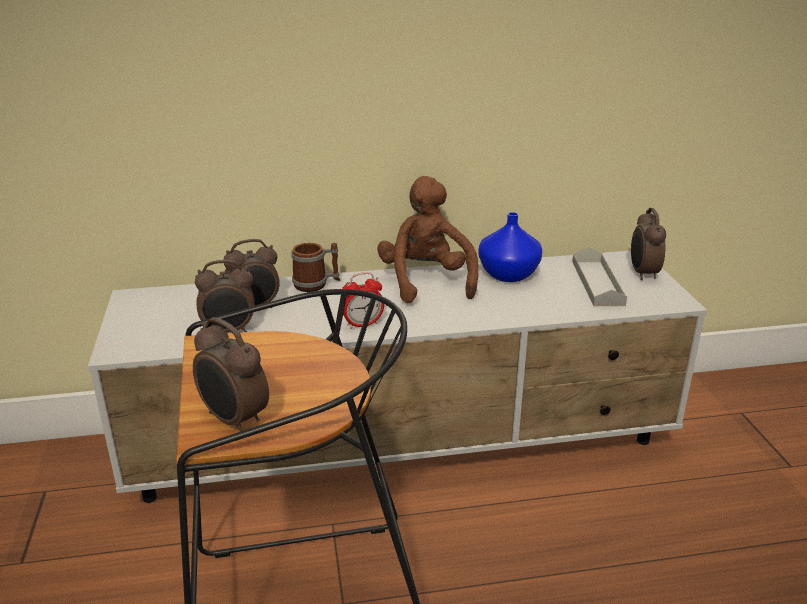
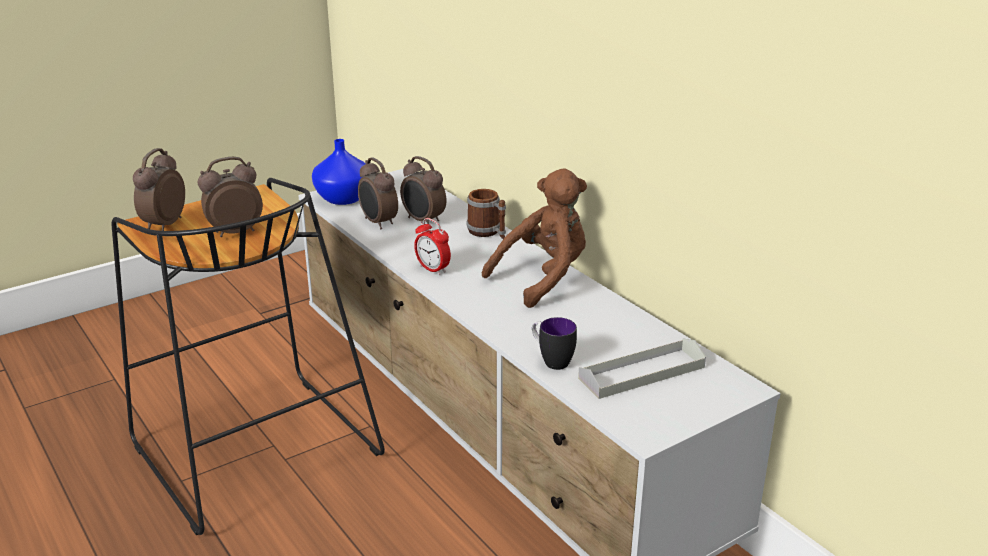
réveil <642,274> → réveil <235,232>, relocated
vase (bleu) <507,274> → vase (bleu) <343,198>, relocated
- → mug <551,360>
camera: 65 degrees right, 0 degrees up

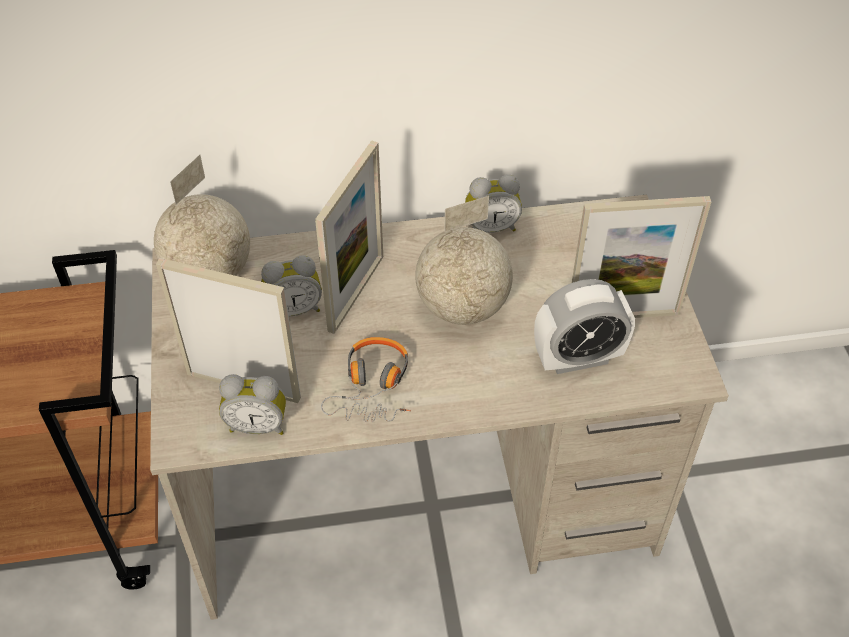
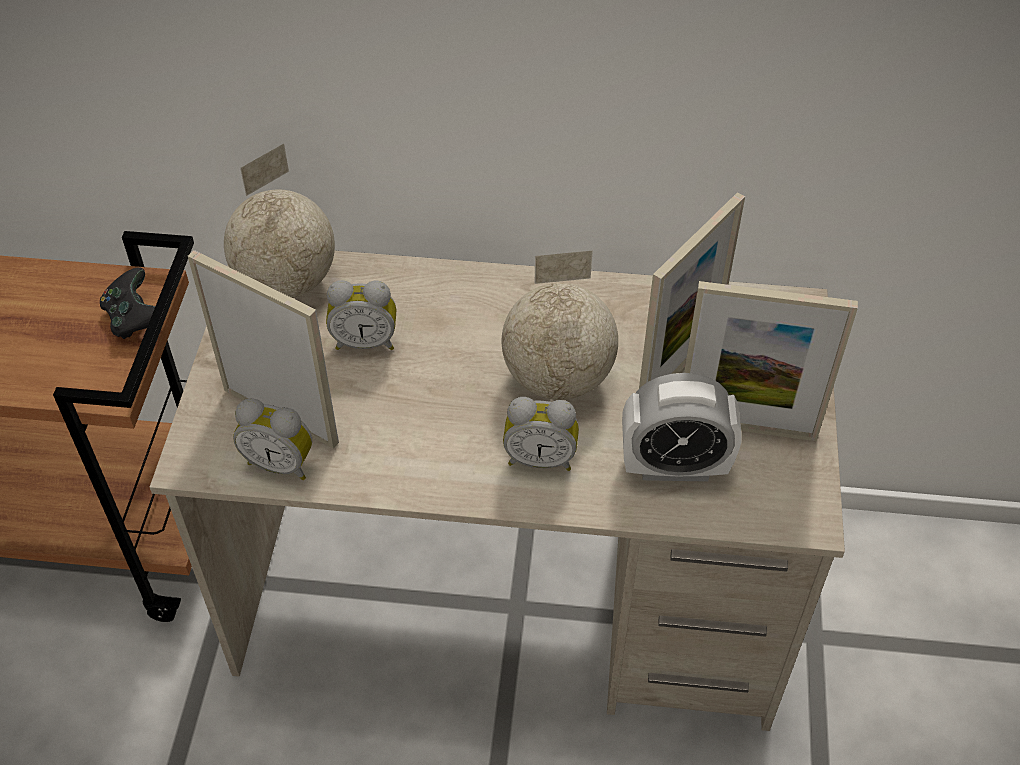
cadre photo <356,293> → cadre photo <678,369>, relocated
réveil <491,227> → réveil <540,458>, relocated
casque audio <373,387> → -
- → manette (noir) <135,318>
camera: 15 degrees right, 0 degrees up

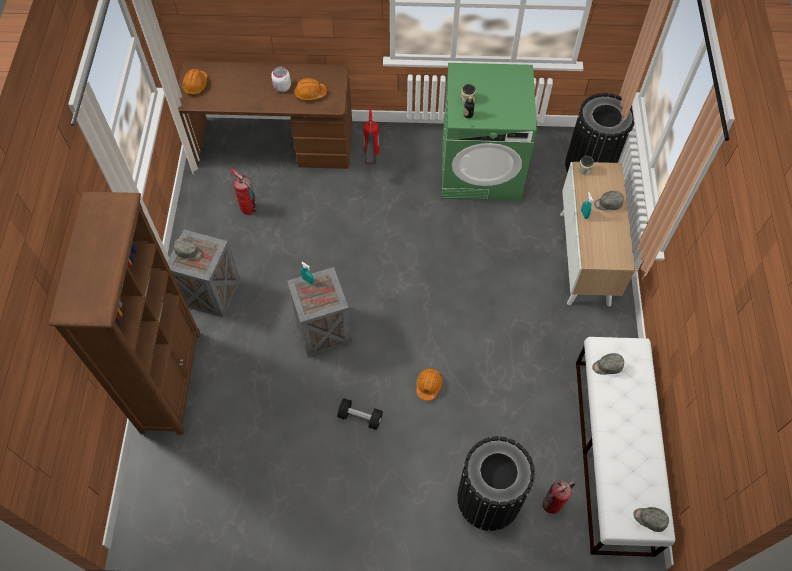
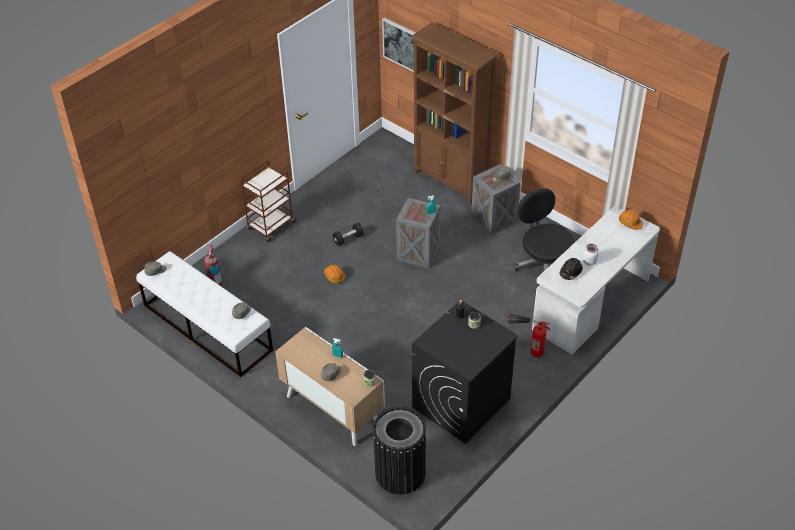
bureau (marron) <274,144> → bureau (blanc) <591,304>
lave-linge (vert) <481,169> → lave-linge (noir) <461,403>
casque de chantier (orange) <310,93> → casque de chantier (noir) <570,272>
extincteur <248,209> → chaise de bureau (noir) <543,264>
poubelle (noir) <489,499> → -
- → tableau <401,44>
- → chariot (marron) <271,226>
camera: 130 degrees right, 15 degrees down

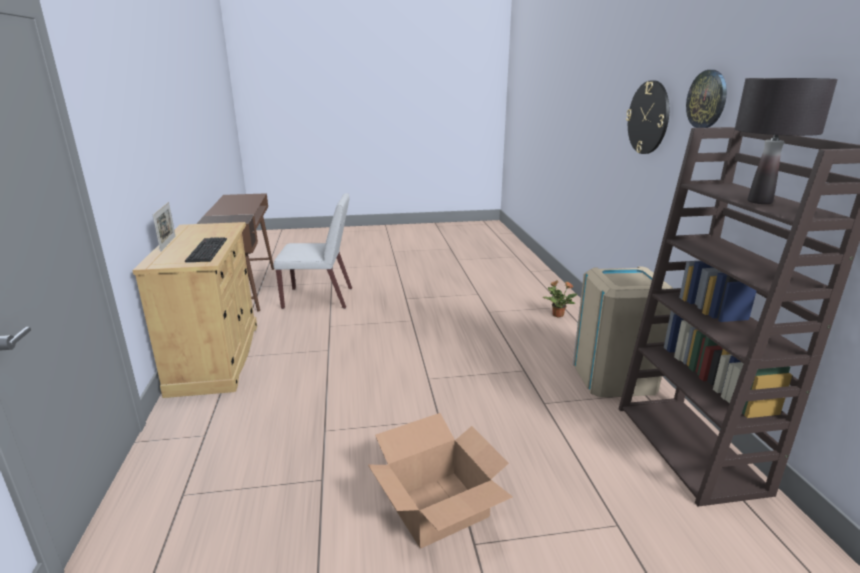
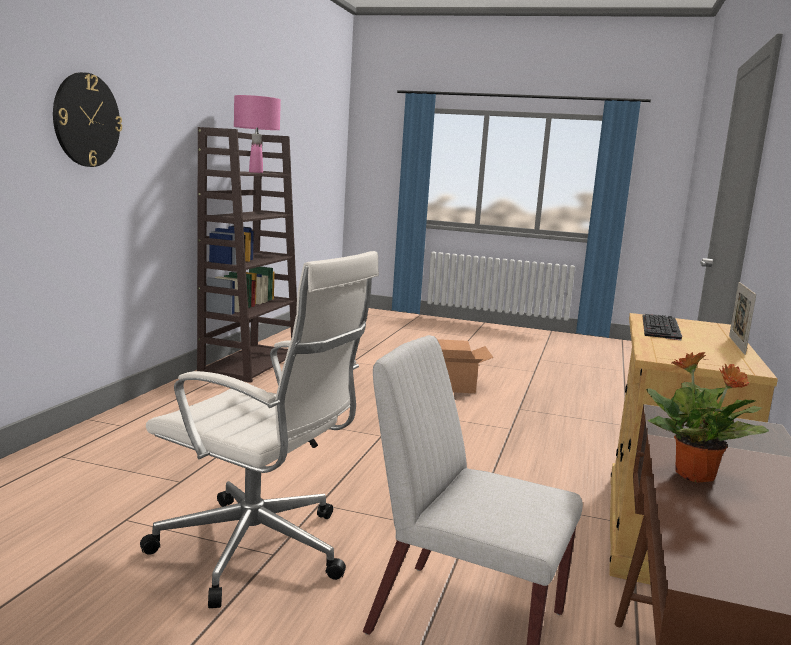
horloge murale <707,99> → -
lampe de table (noir) <760,202> → lampe de table (rose) <256,172>
poubelle (beige) <613,377> → -
plante en pot <557,315> → plante en pot <695,476>, relocated
- → chaise de bureau (blanc) <258,551>
camera: 155 degrees left, 10 degrees down

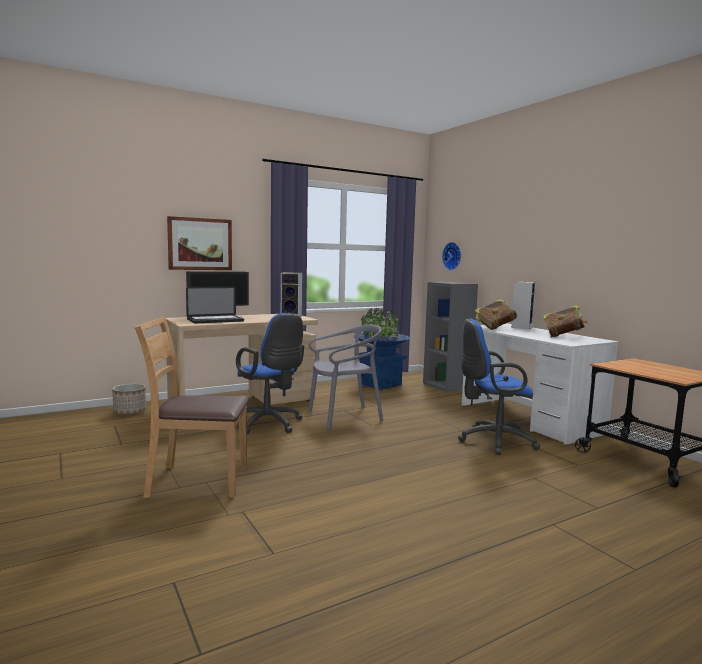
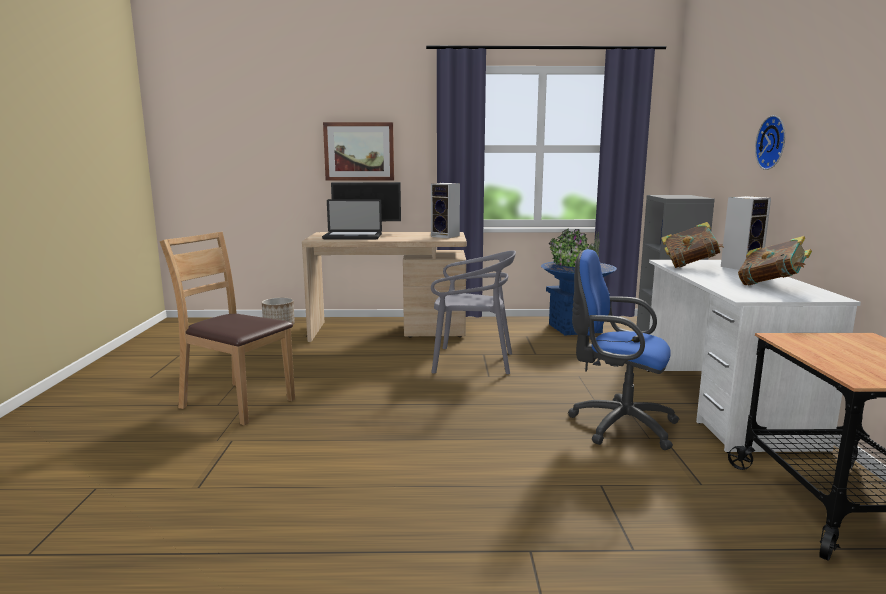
horloge murale <453,256> → horloge murale <774,142>, relocated
chaise de bureau (bleu) <269,424> → -
camera: 30 degrees right, 5 degrees up

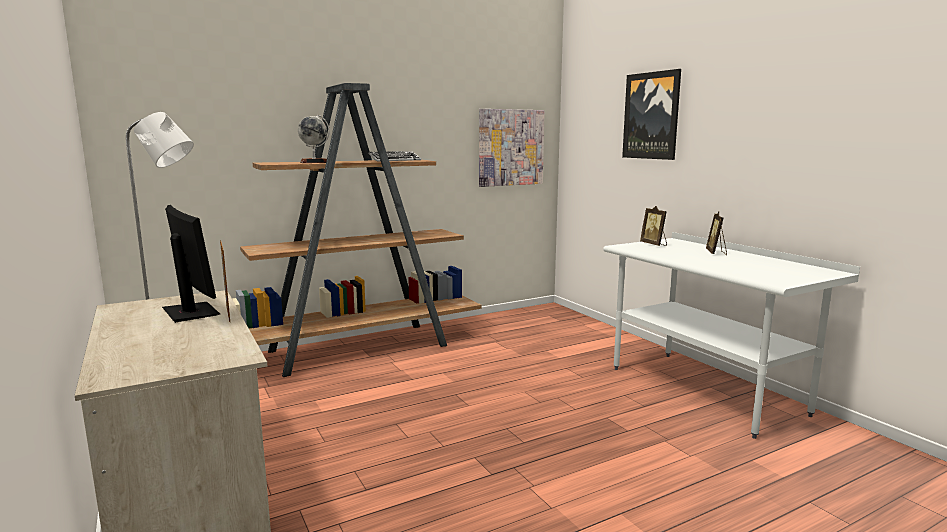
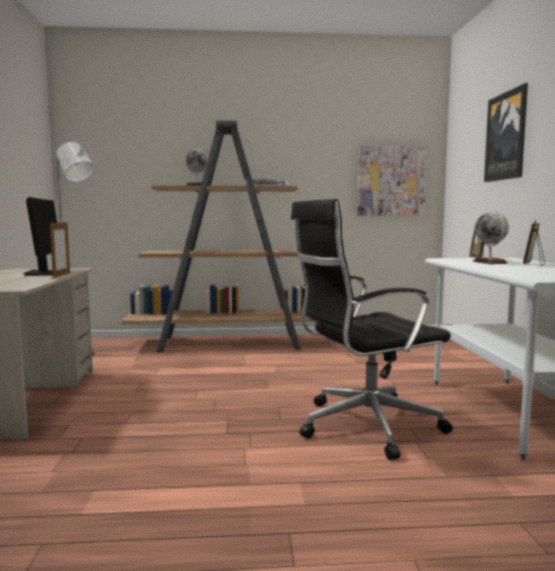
- → chaise de bureau (noir) <364,426>
- → globe <489,262>
camera: 25 degrees right, 5 degrees down

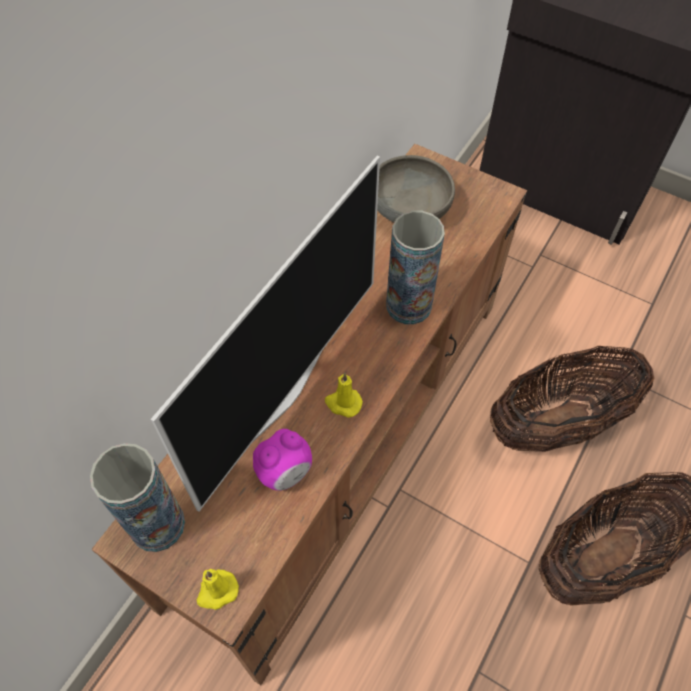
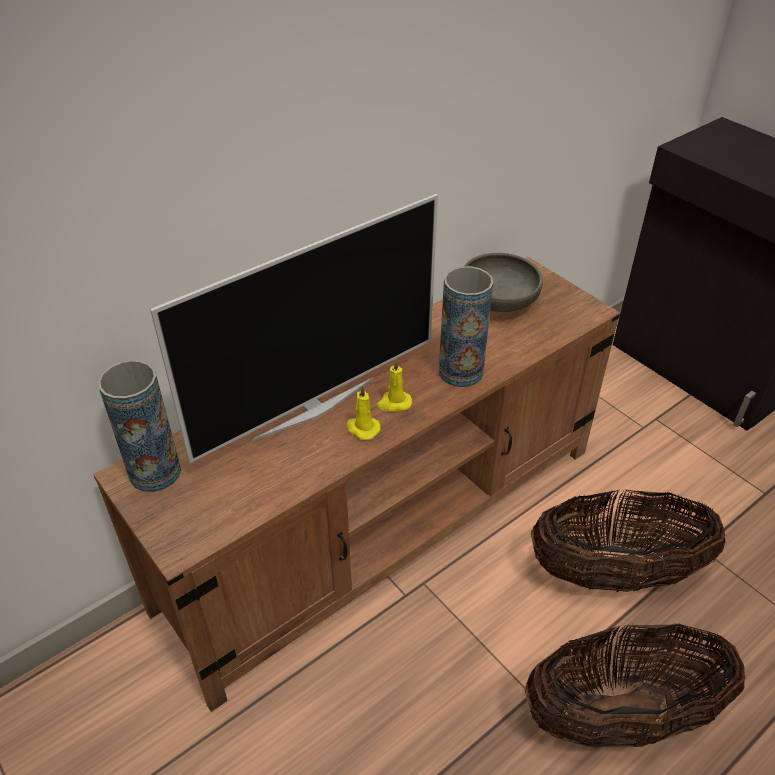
réveil <285,473> → -
bougie (jaune) <217,591> → bougie (jaune) <394,403>, relocated
camera: 20 degrees right, 15 degrees down

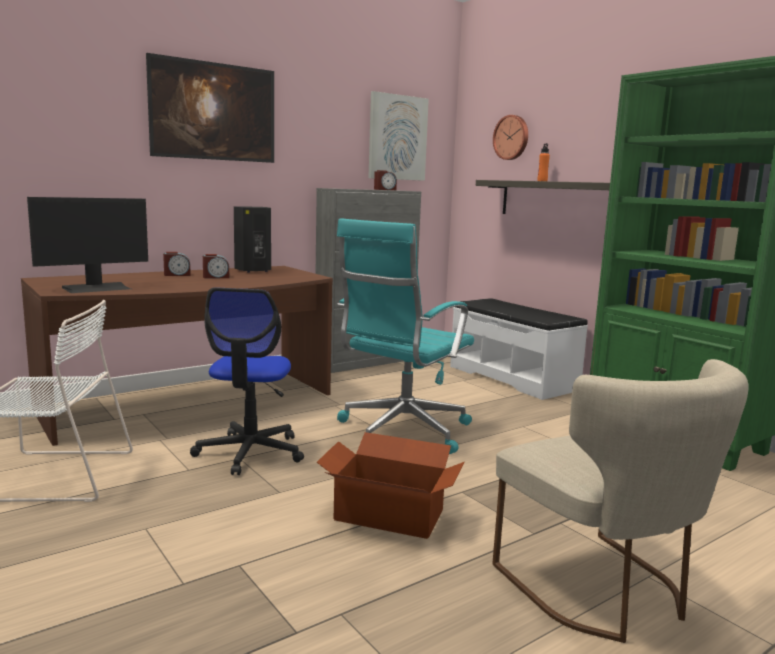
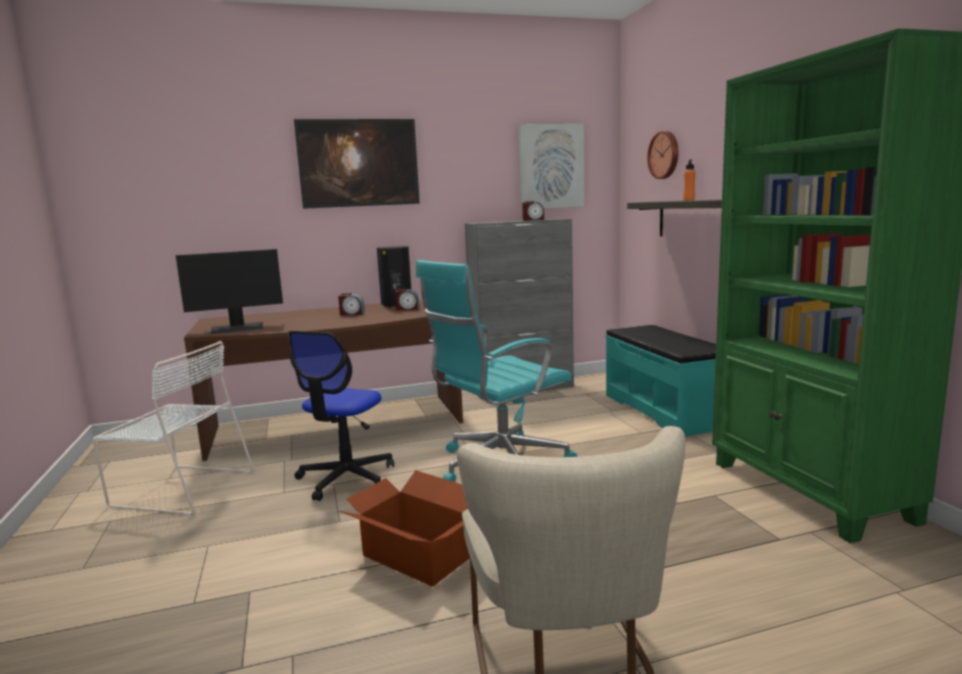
réveil <177,275> → réveil <407,309>, relocated
banc (blanc) <512,378> → banc (turquoise) <665,410>
camera: 20 degrees right, 0 degrees up

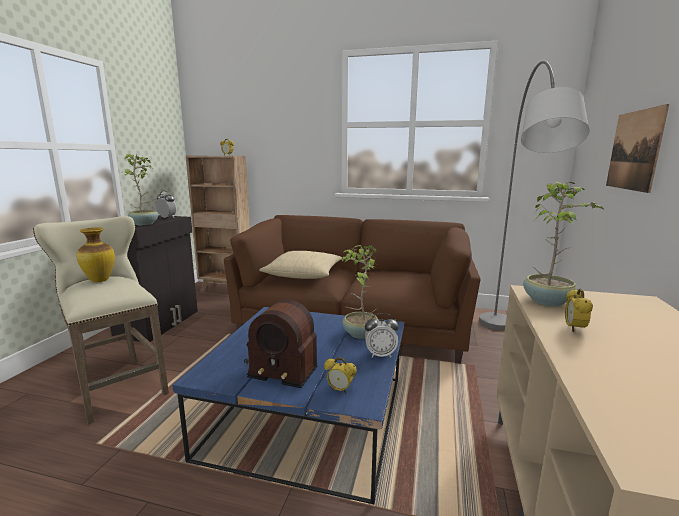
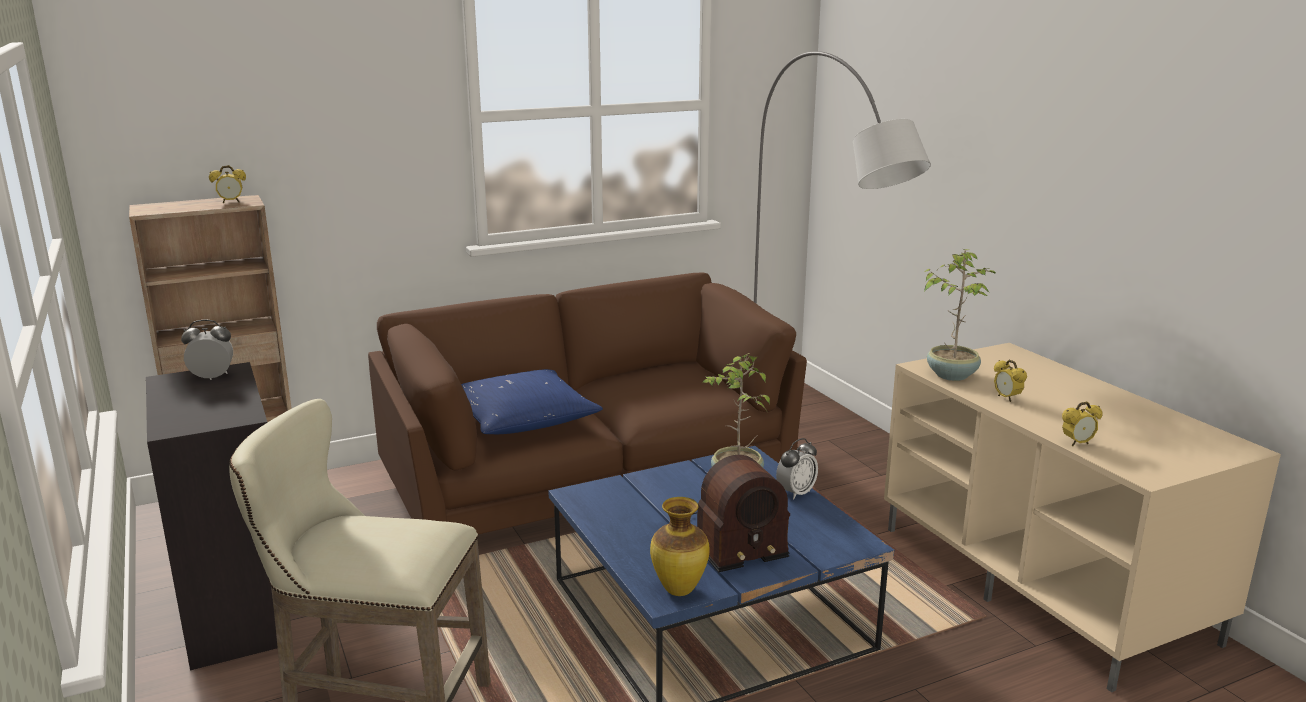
tableau <634,150> → -
plante en pot <145,224> → -
vase <99,280> → vase <678,590>, relocated
coussin (beige) <303,274> → coussin (bleu) <523,419>
réveil <340,390> → réveil <1077,443>, relocated
camera: 40 degrees left, 5 degrees up

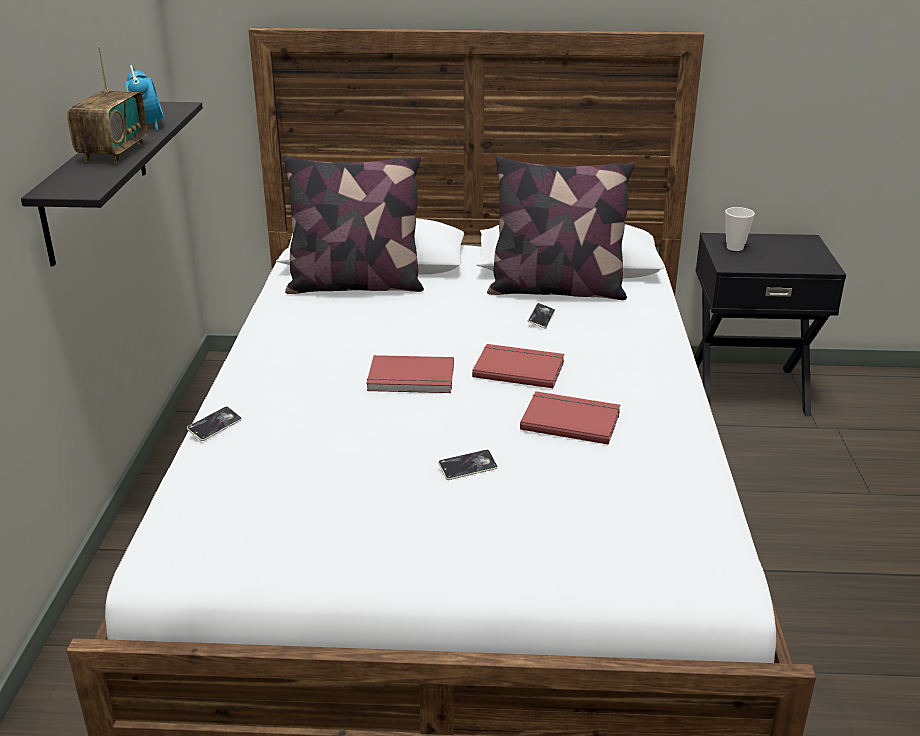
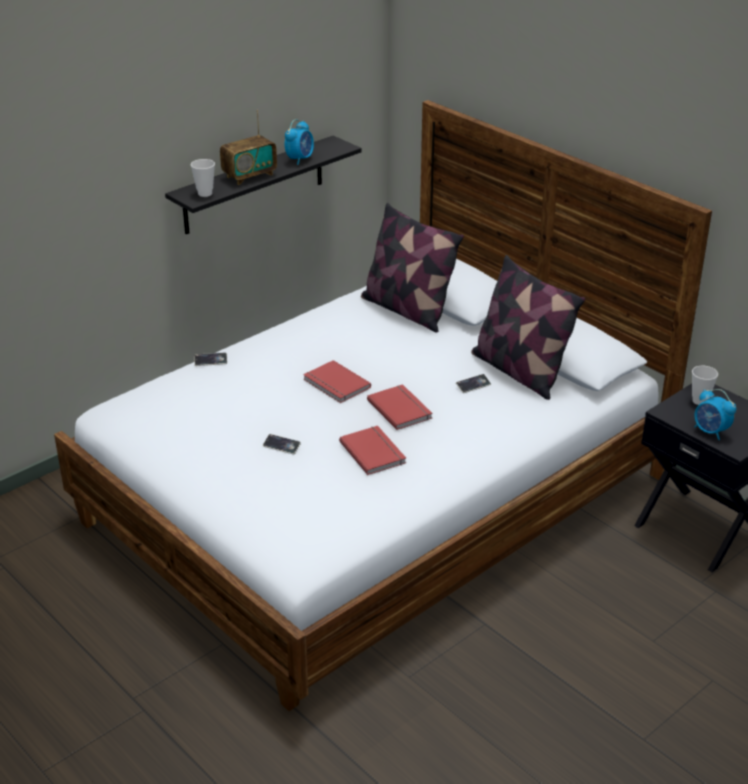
- → tasse <205,193>
- → réveil <710,431>
camera: 45 degrees right, 5 degrees up

